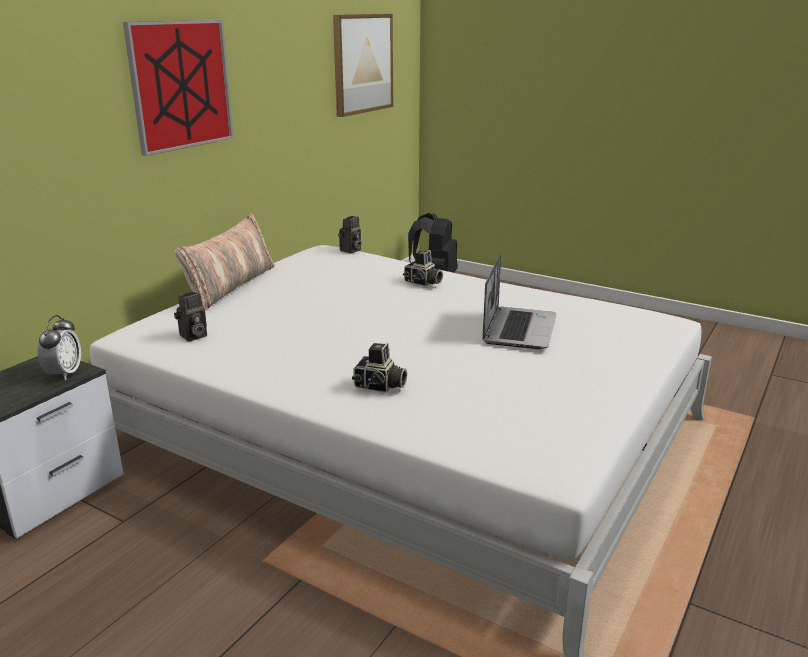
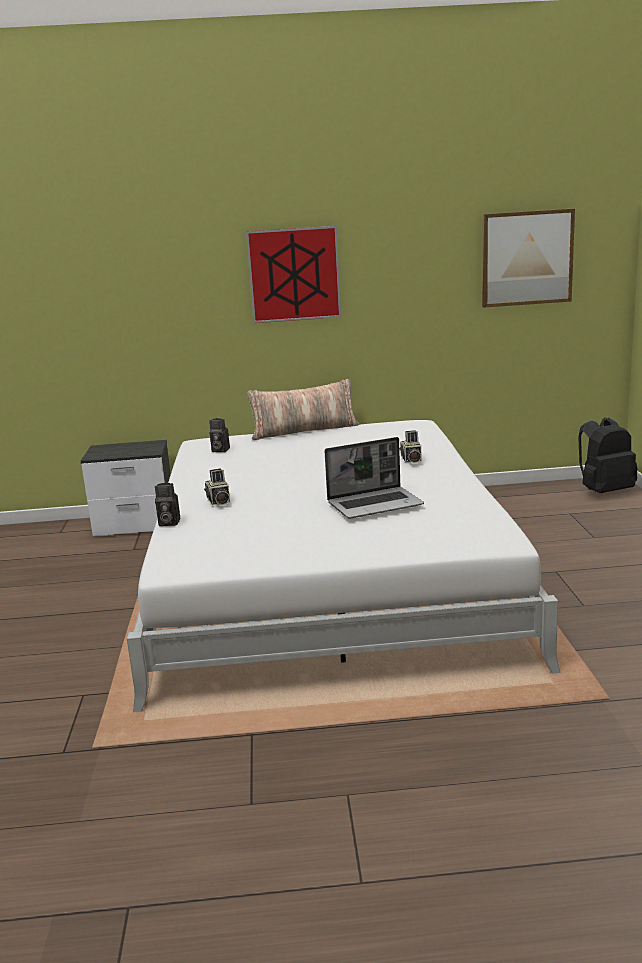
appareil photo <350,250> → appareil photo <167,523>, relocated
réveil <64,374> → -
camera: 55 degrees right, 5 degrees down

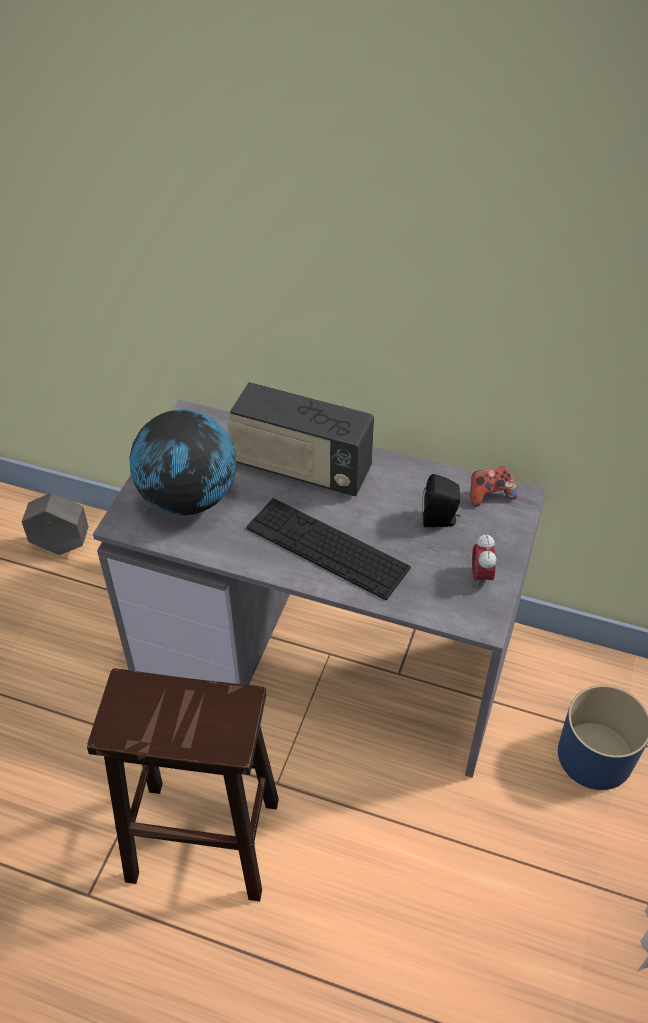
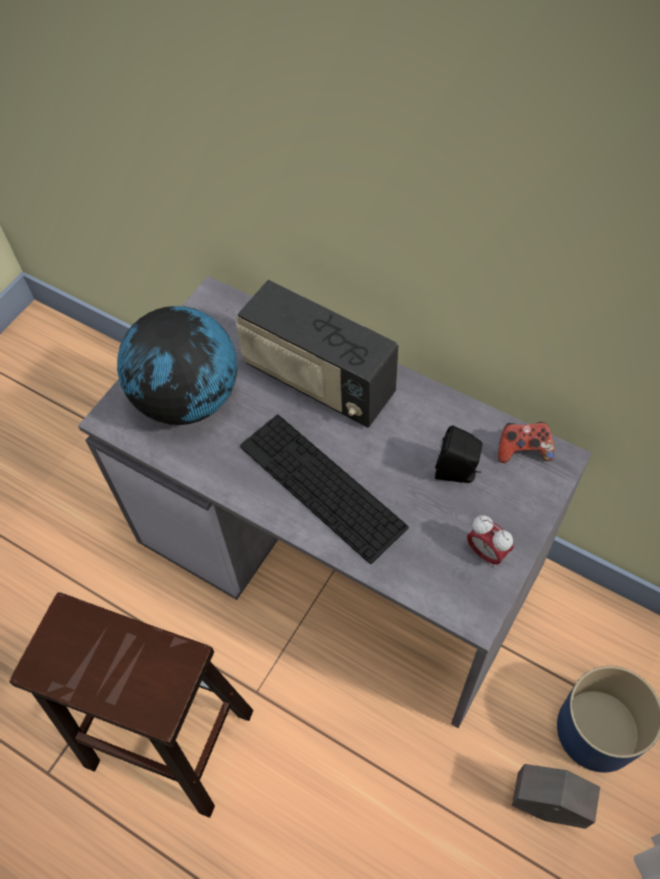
cache-pot (gris) <62,545> → cache-pot (gris) <547,804>, relocated
réveil <481,575> → réveil <486,552>, 60 degrees counterclockwise
camera: 15 degrees right, 10 degrees up

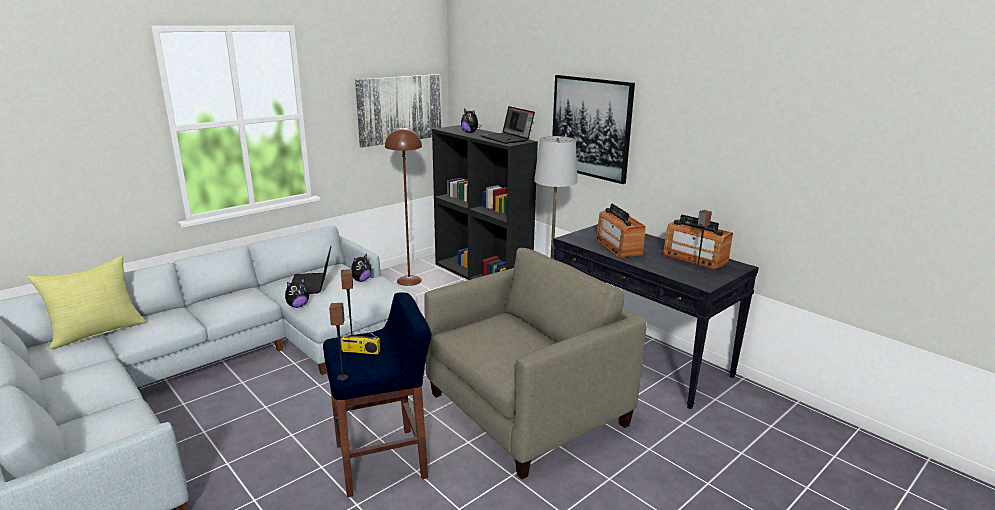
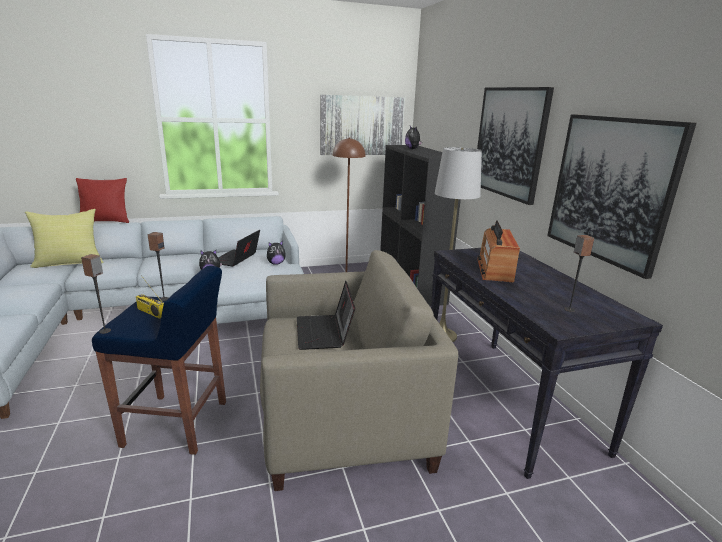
ordinateur portable <507,139> → ordinateur portable <324,333>, relocated
radio <694,258> → -
- → tableau <610,190>
- → coussin (rouge) <106,221>
camera: 25 degrees right, 0 degrees up

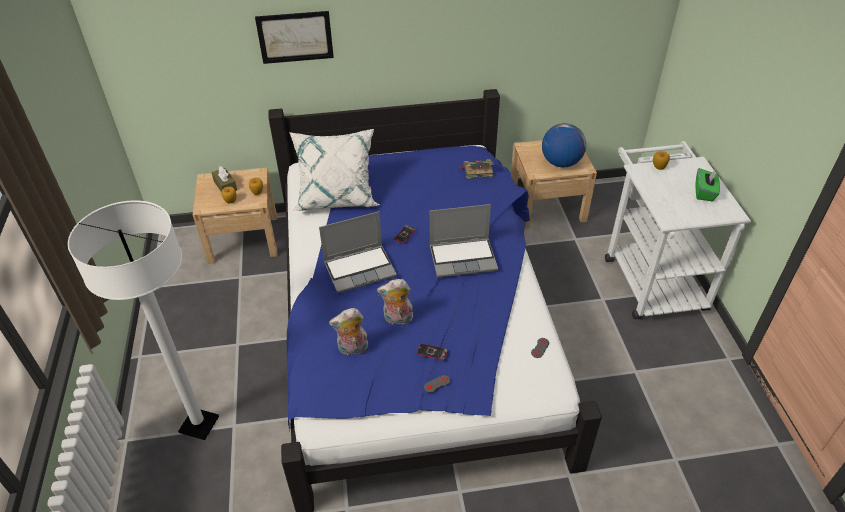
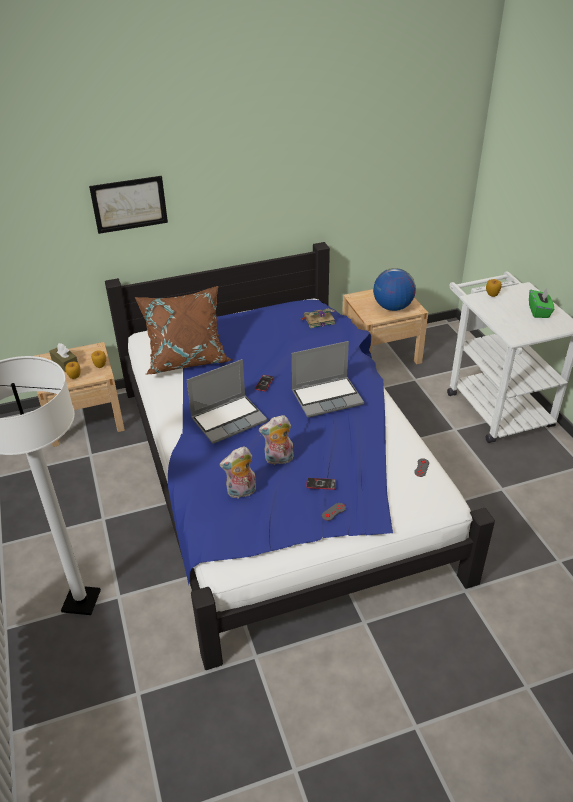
coussin (blanc) <337,197> → coussin (marron) <187,358>
camera: 10 degrees left, 5 degrees down

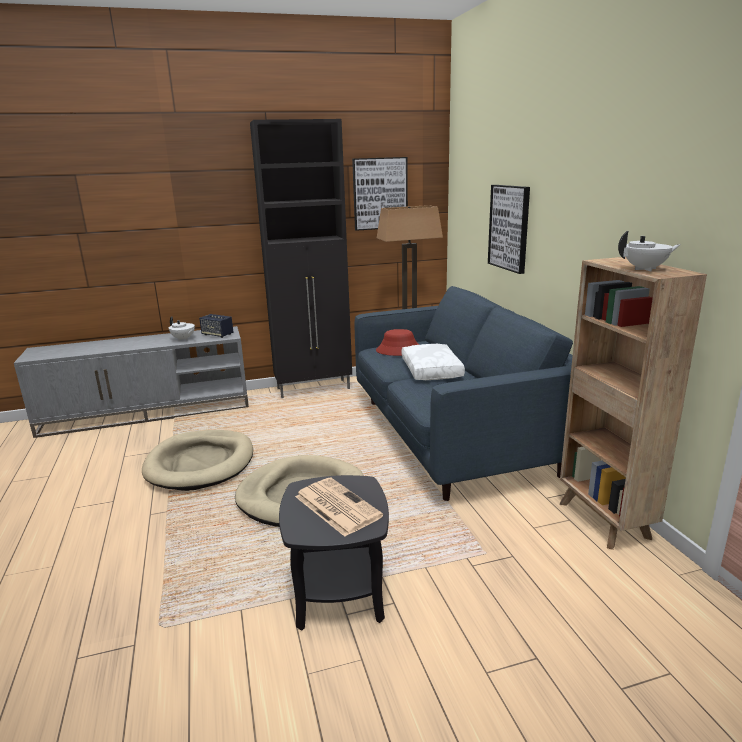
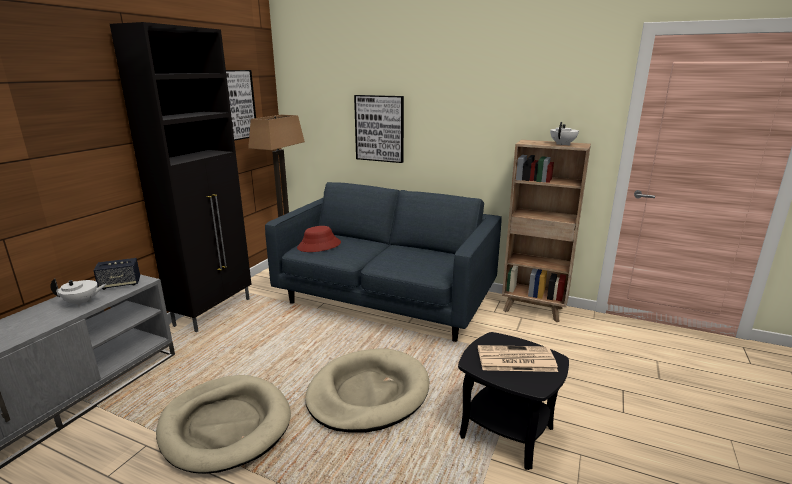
coussin (blanc) <432,370> → -
camera: 50 degrees left, 0 degrees up

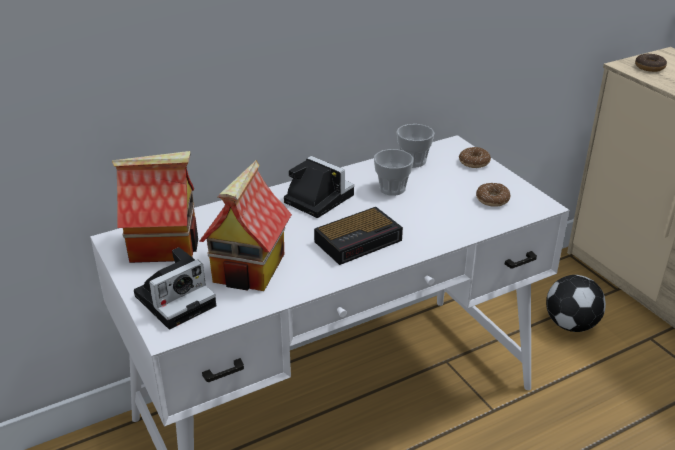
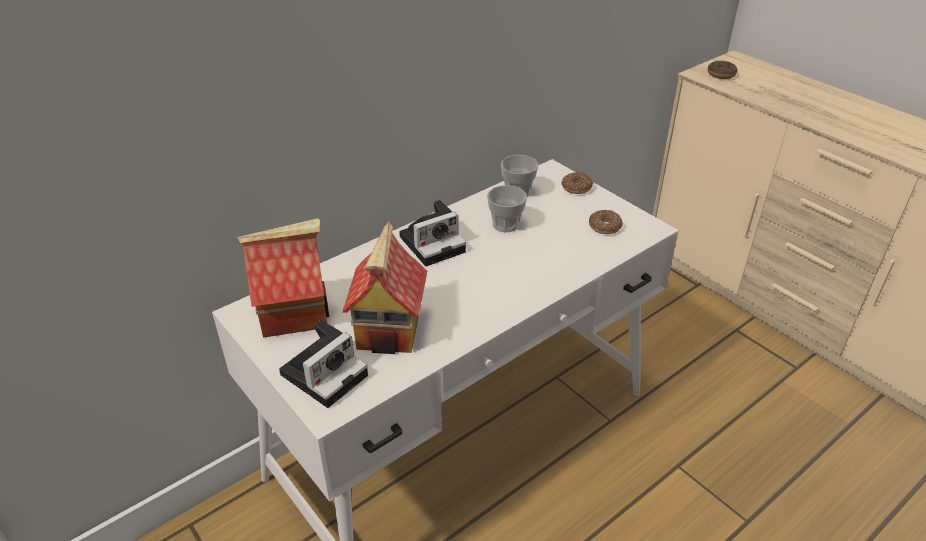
appareil photo <316,198> → appareil photo <434,243>, 120 degrees clockwise
réveil <359,240> → -
ballon de foot <570,325> → -
camera: 10 degrees left, 5 degrees up

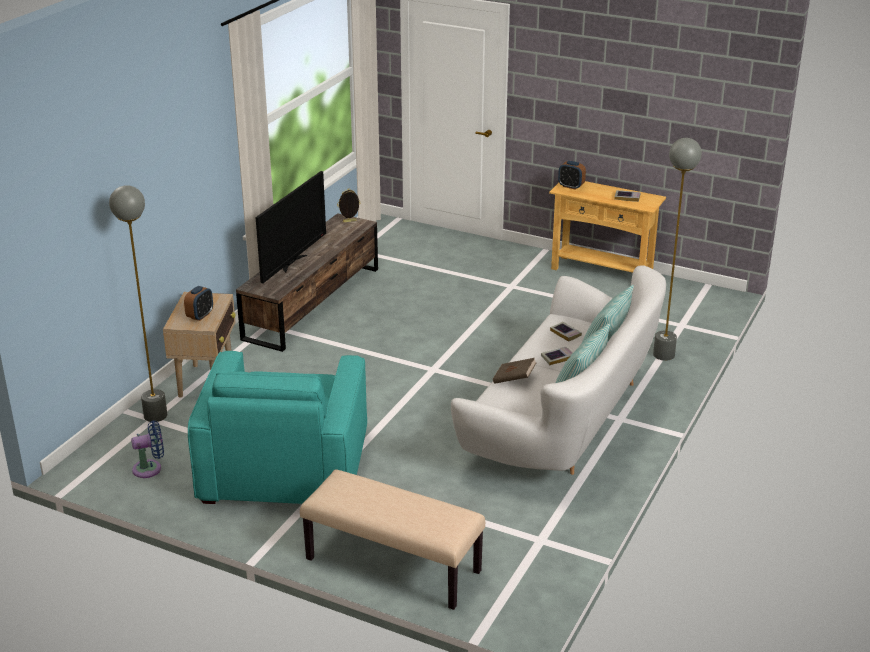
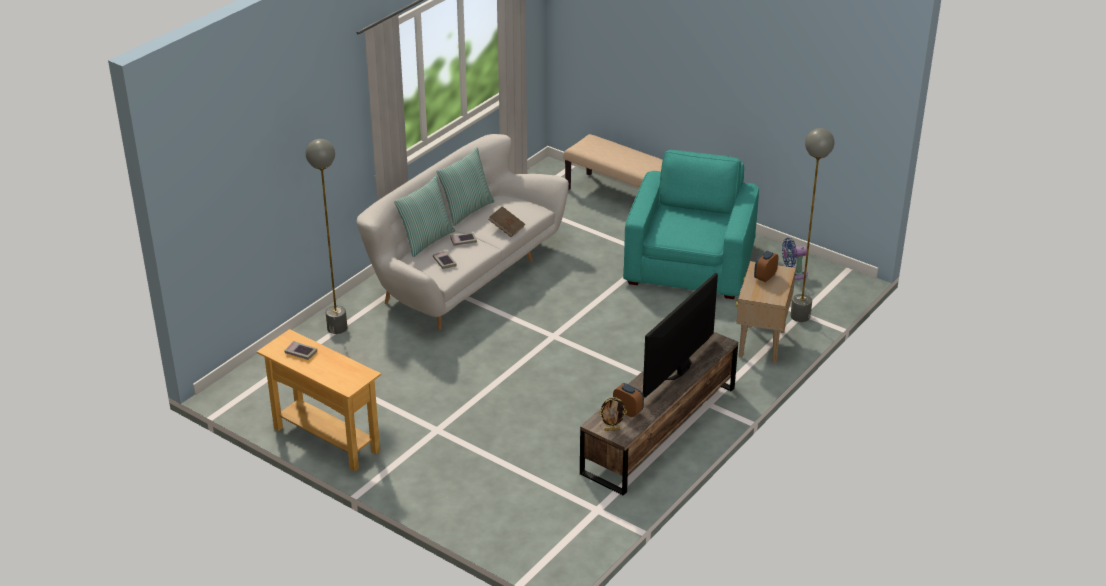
réveil <571,186> → réveil <628,411>, relocated
camera: 170 degrees left, 5 degrees up

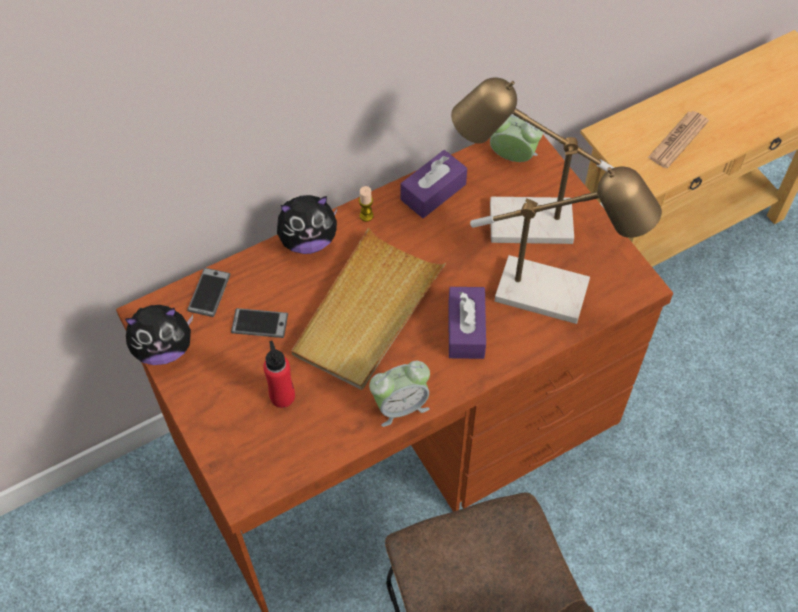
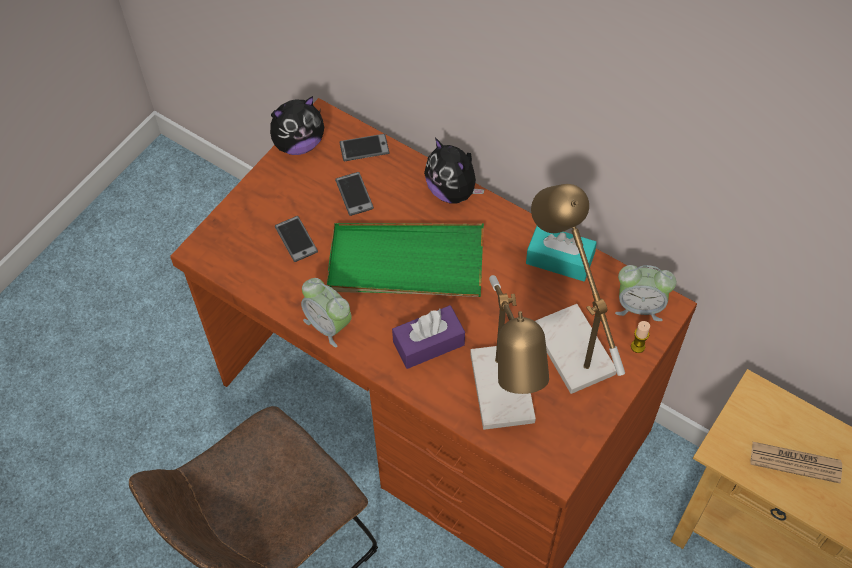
réveil <512,157> → réveil <639,306>, 105 degrees clockwise
boîte à mouchoirs (violet) <433,192> → boîte à mouchoirs (turquoise) <559,260>
bougie <366,215> → bougie <638,346>, relocated
plateau (beige) <367,312> → plateau (vert) <405,263>
peluche <164,348> → peluche <298,143>, 75 degrees counterclockwise
bouteille (rouge) <282,396> → téléphone <296,239>
camera: 65 degrees right, 0 degrees up

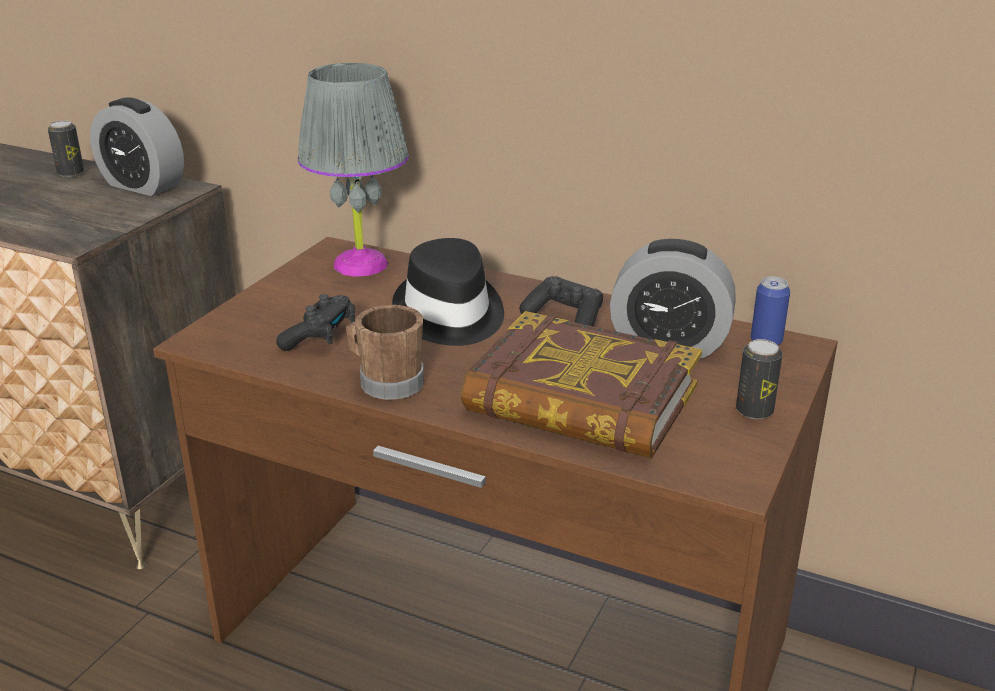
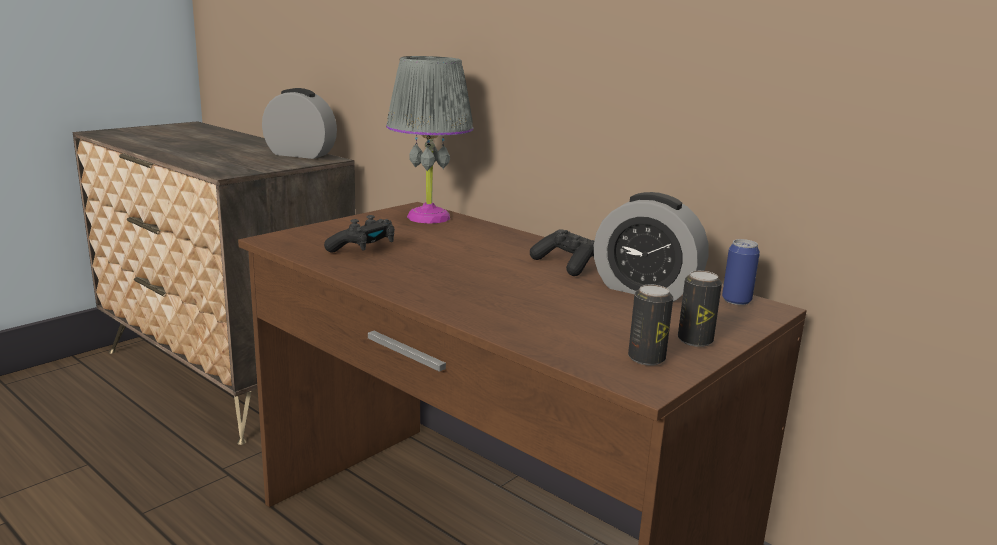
réveil <143,185> → réveil <300,154>, 150 degrees clockwise
boîte métallique <71,173> → boîte métallique <646,358>, relocated
chapeau (noir) <448,314> → -
mug (marron) <386,382> → -
livre <581,400> → -
camera: 15 degrees right, 10 degrees down

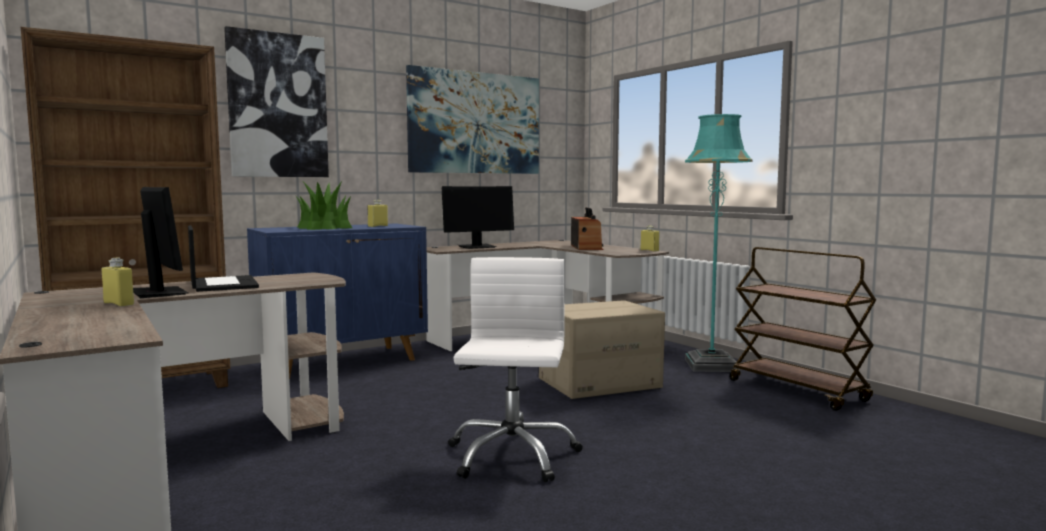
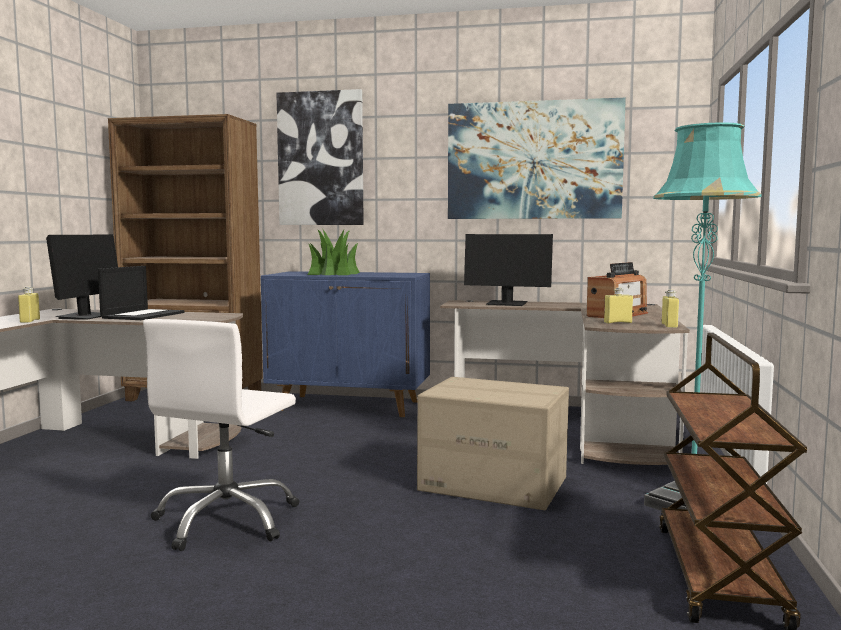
bouteille (jaune) <378,226> → bouteille (jaune) <618,322>, relocated
chaise de bureau (blanc) <511,455> → chaise de bureau (blanc) <227,520>, 150 degrees clockwise
camera: 45 degrees right, 0 degrees up

